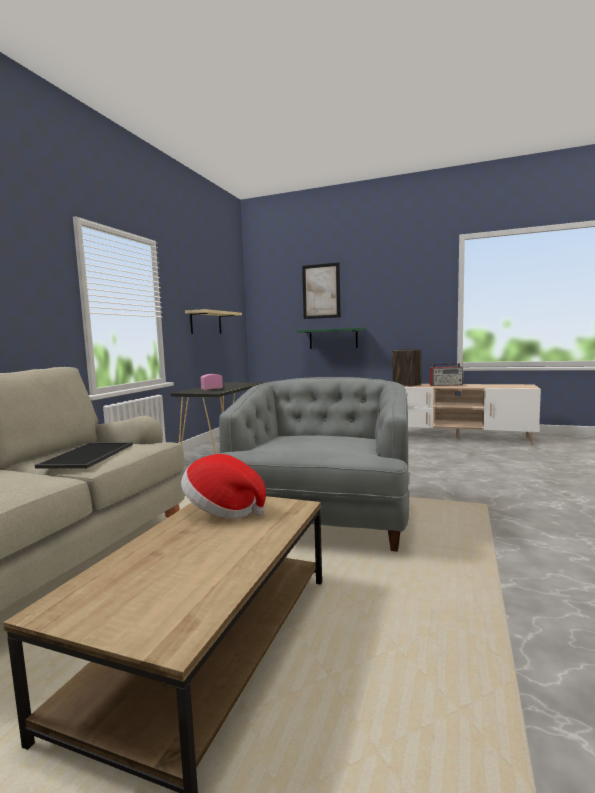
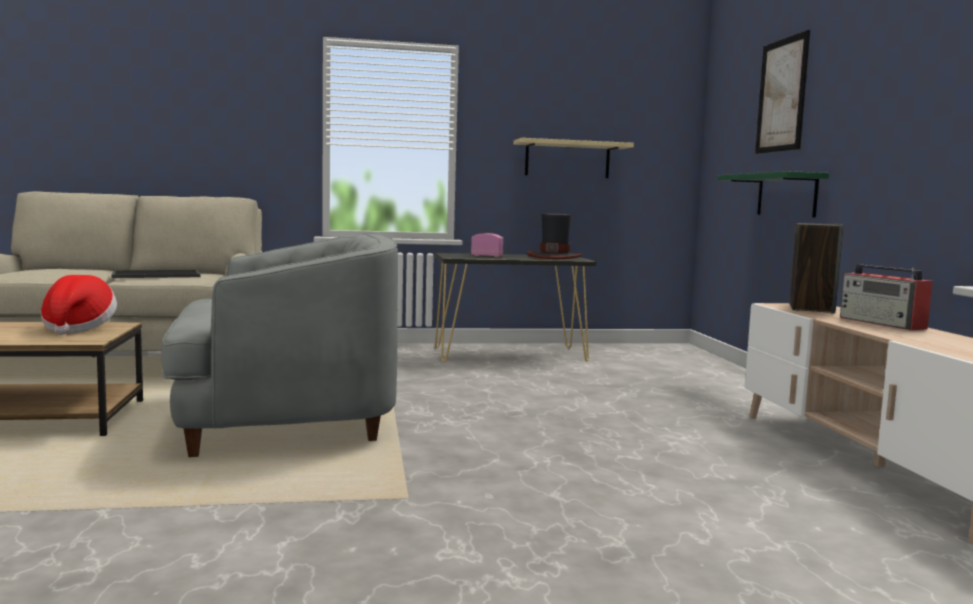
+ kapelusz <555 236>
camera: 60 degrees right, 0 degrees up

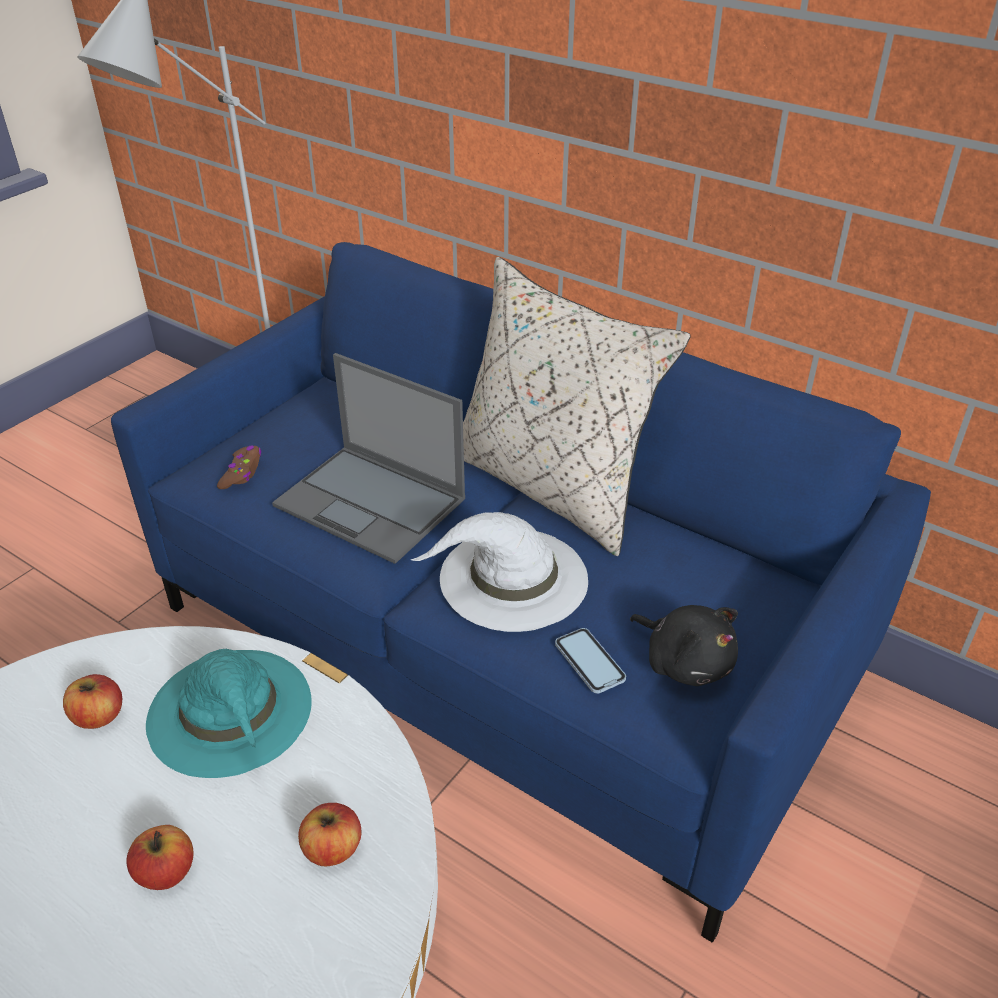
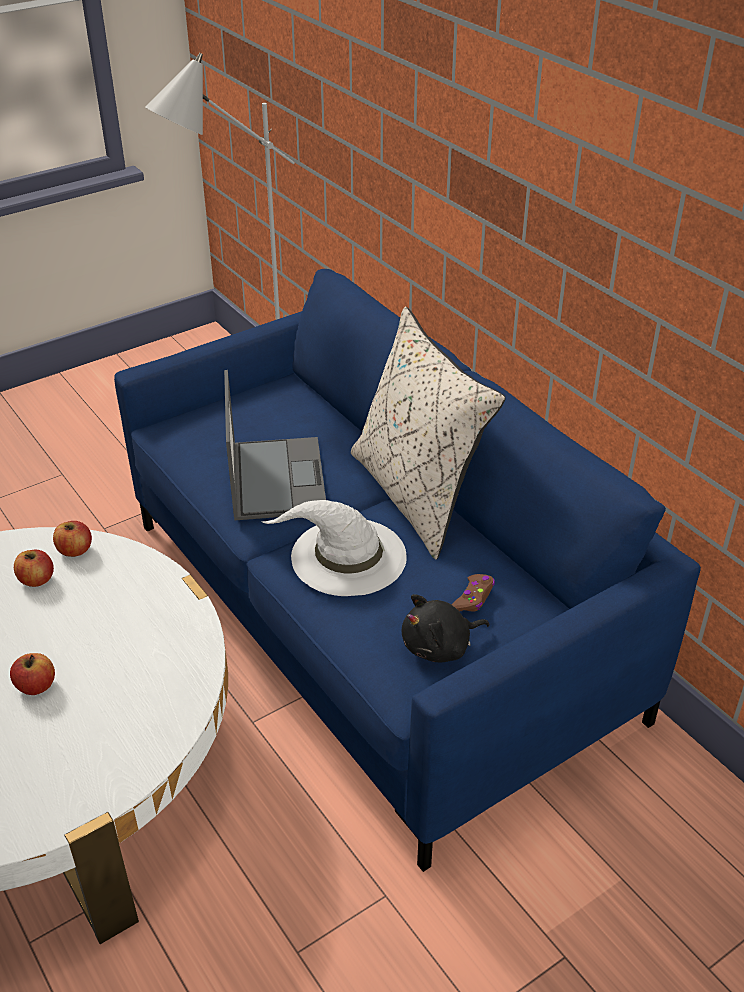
- kapelusz [turkusowy] <229 713>
- telefon <590 661>
~ pad do gier [brązowy] <239 467> to <473 593>
~ jabłko <329 834> to <72 539>
~ laptop <368 458> = <275 445> 150 degrees counterclockwise
~ pluszak [czarny] <684 645> = <446 628> 90 degrees clockwise
camera: 20 degrees right, 0 degrees up

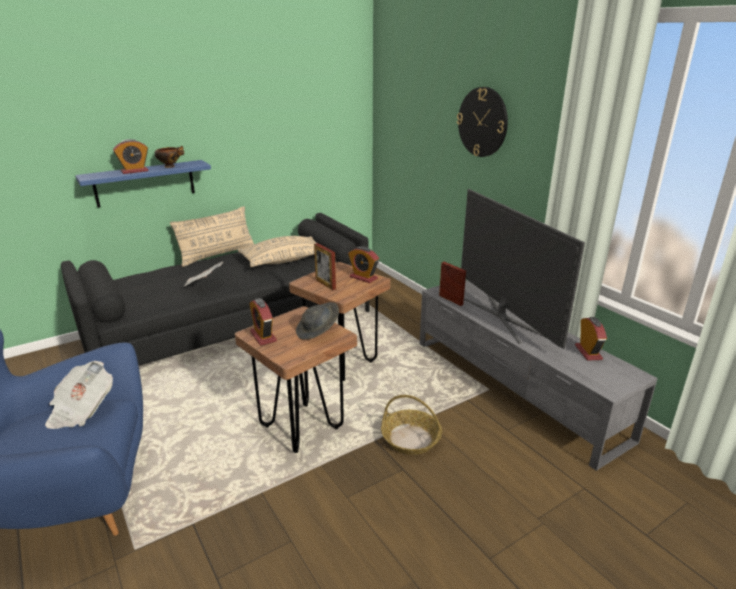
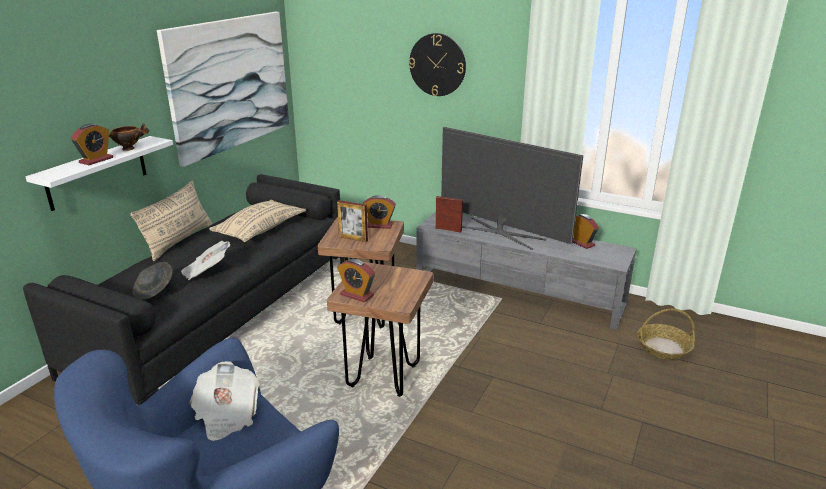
+ obraz <223 89>
~ kapelusz [szary] <317 321> to <153 281>
~ koszyk <411 425> to <666 334>
~ półka [niebieski] <143 183> to półka [biały] <99 173>
camera: 30 degrees left, 0 degrees up

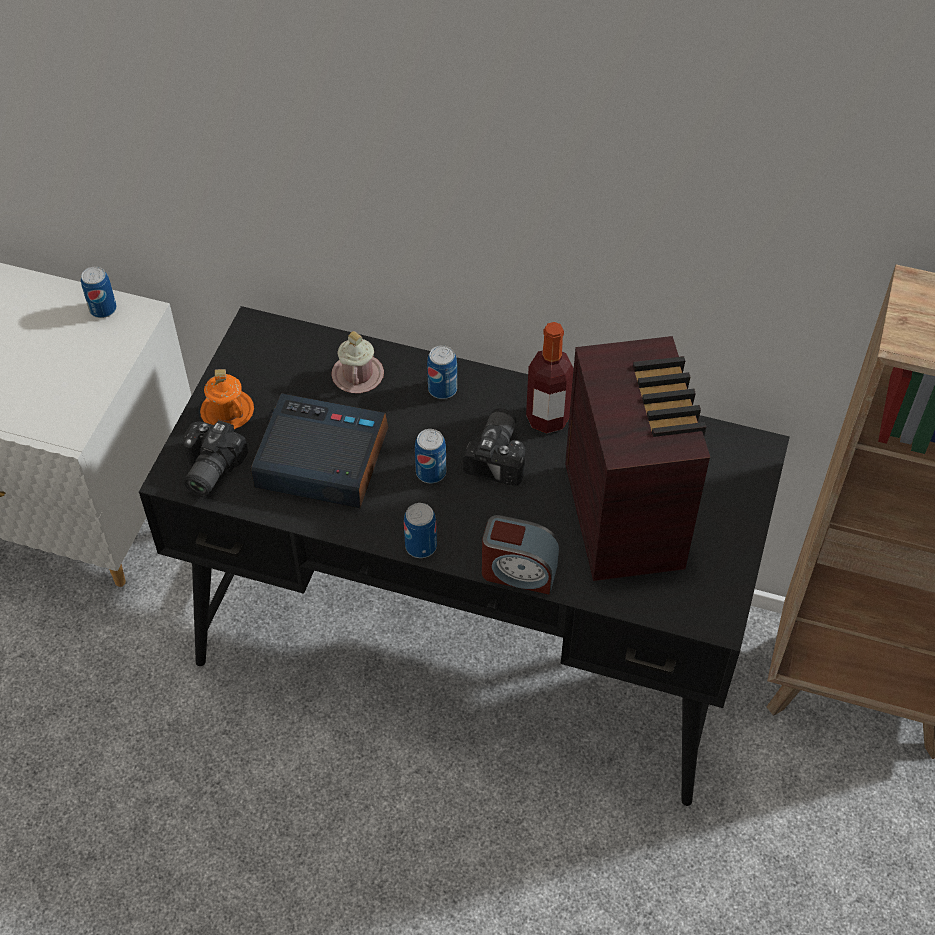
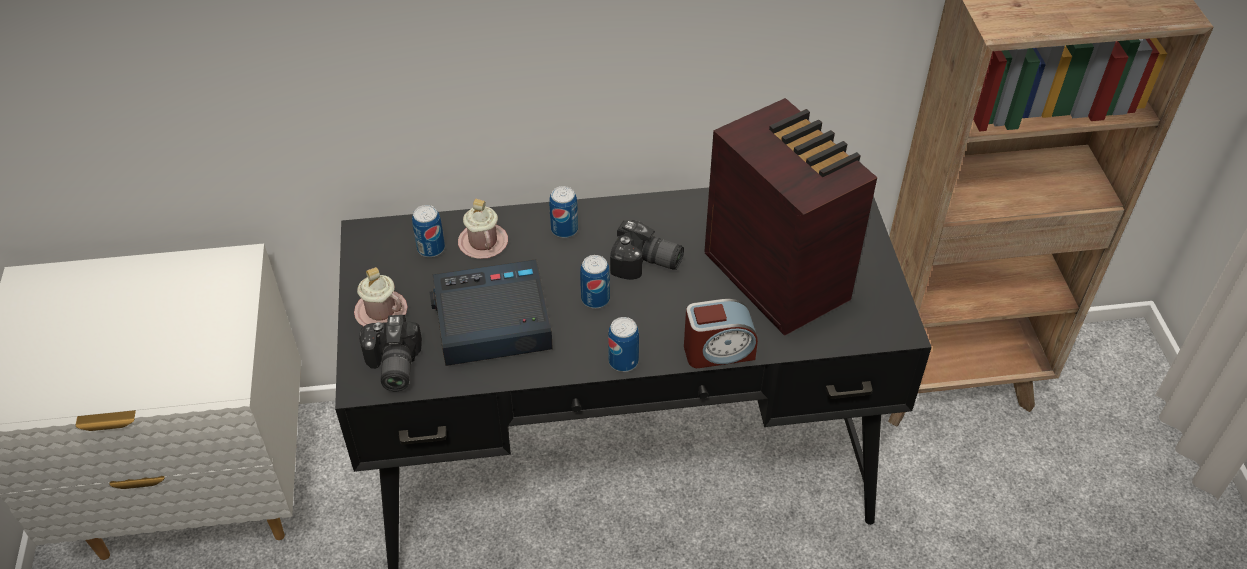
- butelka <550 377>
~ puszka <99 292> to <428 231>
~ kubek [pomarańczowy] <227 399> to kubek [różowy] <380 296>
~ aparat fotograficzny <494 447> = <647 250> 120 degrees clockwise
camera: 25 degrees left, 5 degrees down

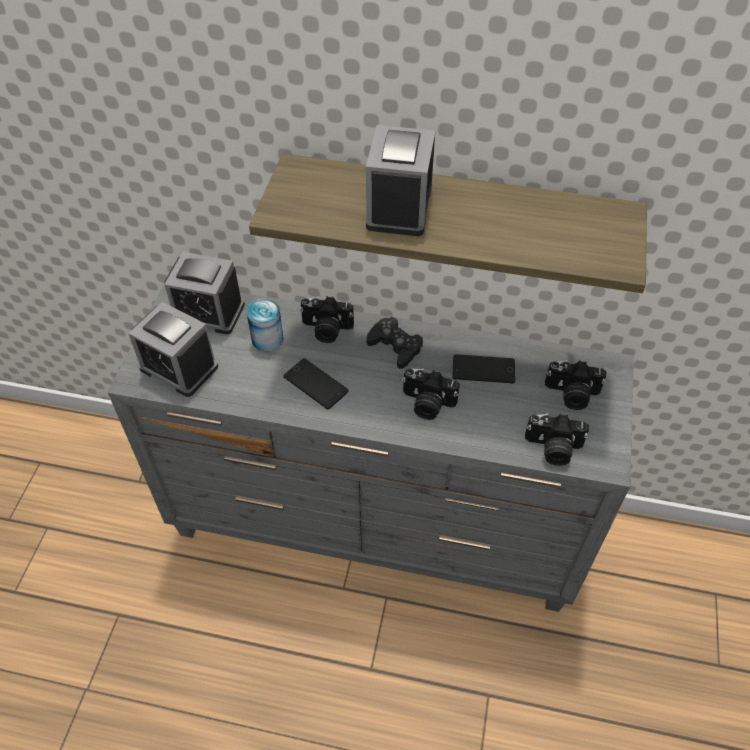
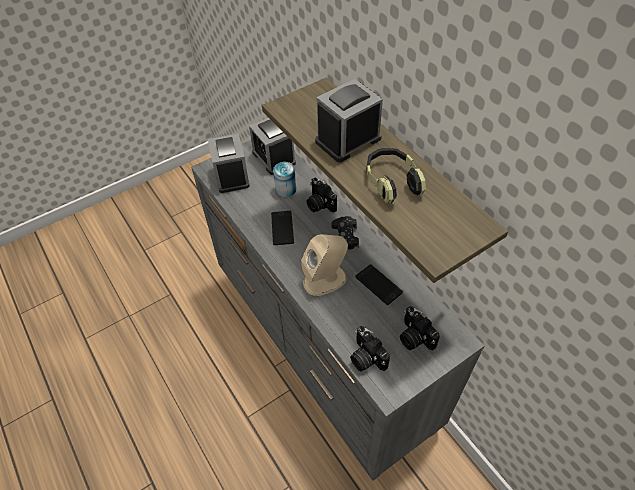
+ słuchawki <396 176>
~ aparat fotograficzny <431 394> to głośnik [beżowy] <324 265>
camera: 45 degrees right, 0 degrees up

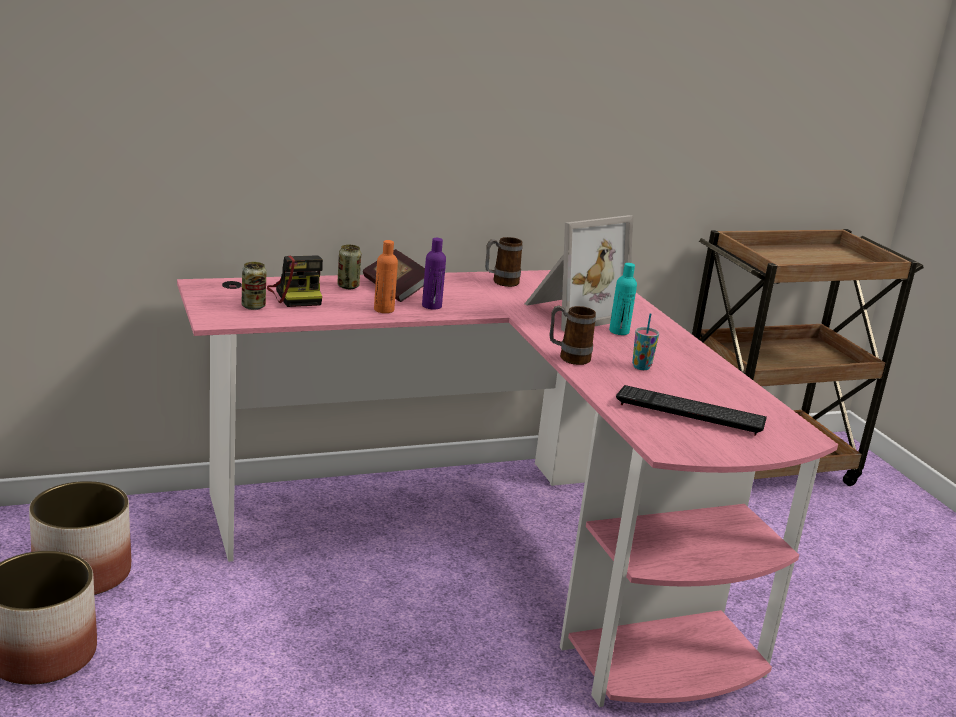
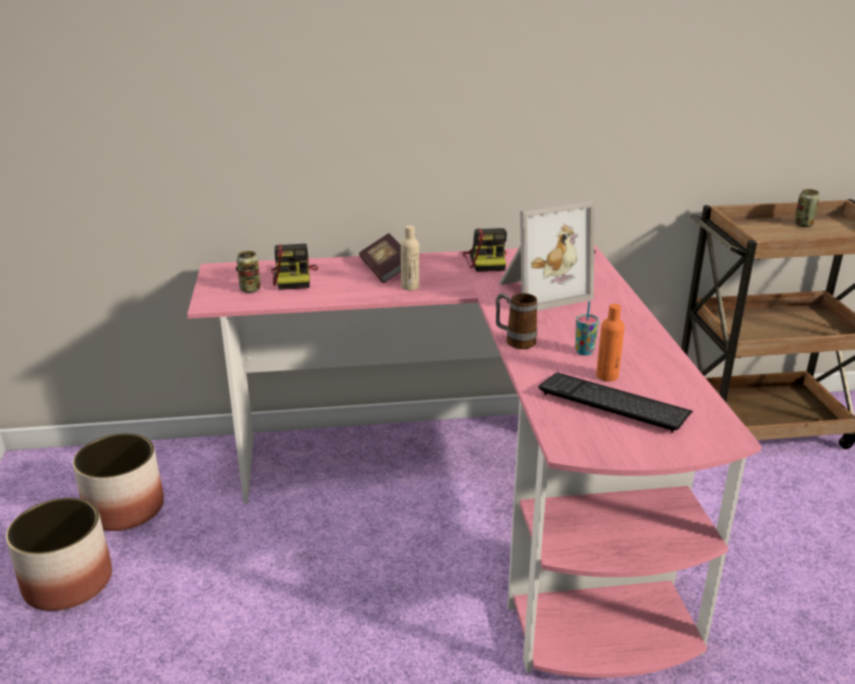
- butelka [turkusowy] <623 299>
~ puszka <349 267> to <807 208>
~ butelka [pomarańczowy] <386 276> to <610 343>
~ kubek <504 262> to aparat fotograficzny <485 250>
~ butelka [fioletowy] <434 273> to butelka [beżowy] <410 257>
camera: 15 degrees right, 5 degrees up

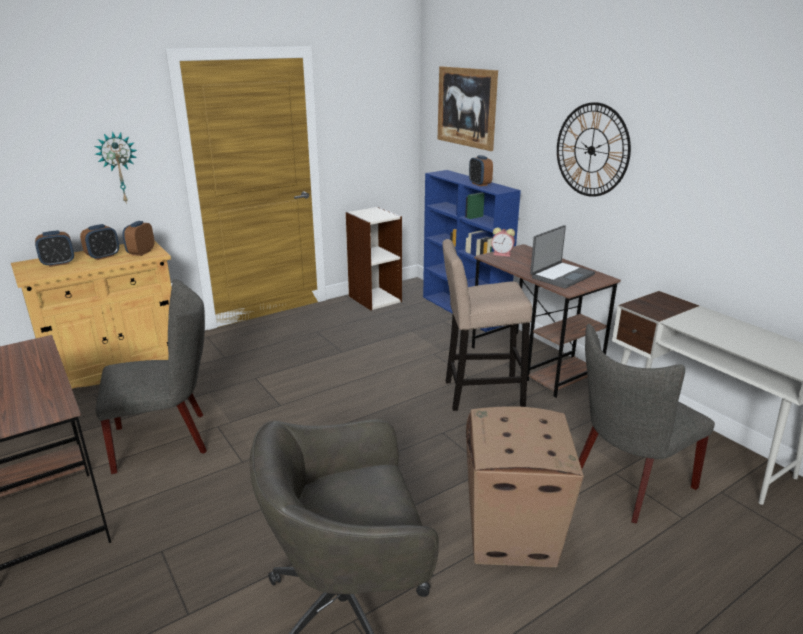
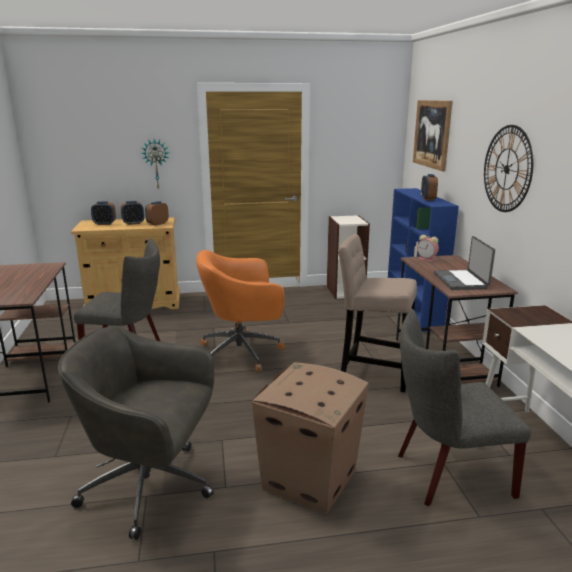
+ krzesło biurowe [pomarańczowy] <240 311>
~ laptop <562 257> = <464 263> 105 degrees clockwise
camera: 25 degrees right, 5 degrees down

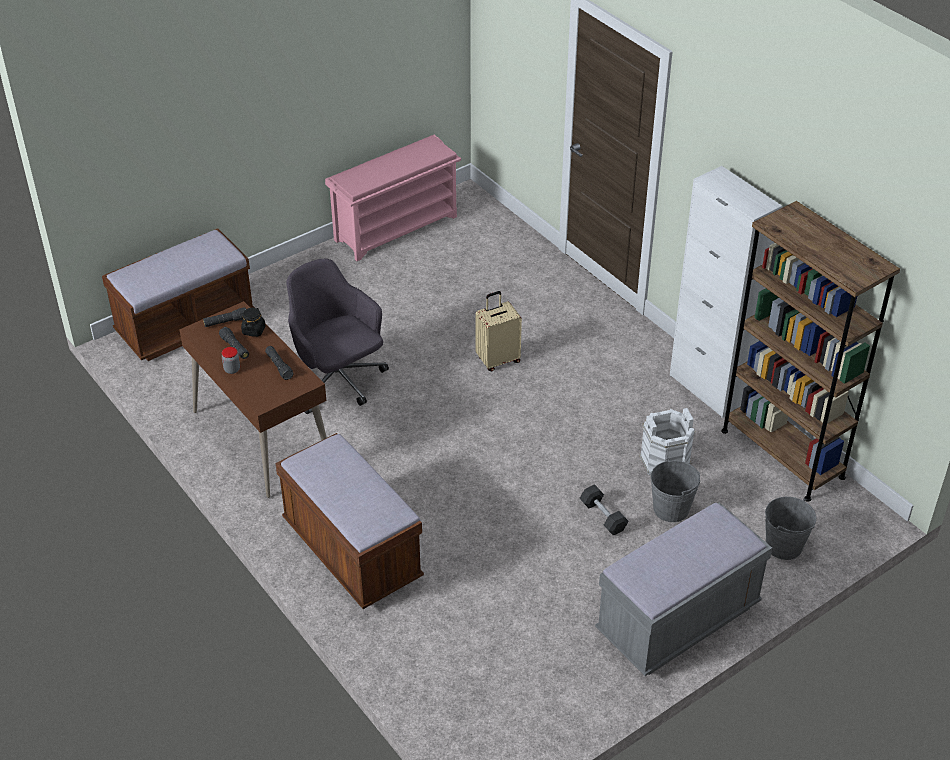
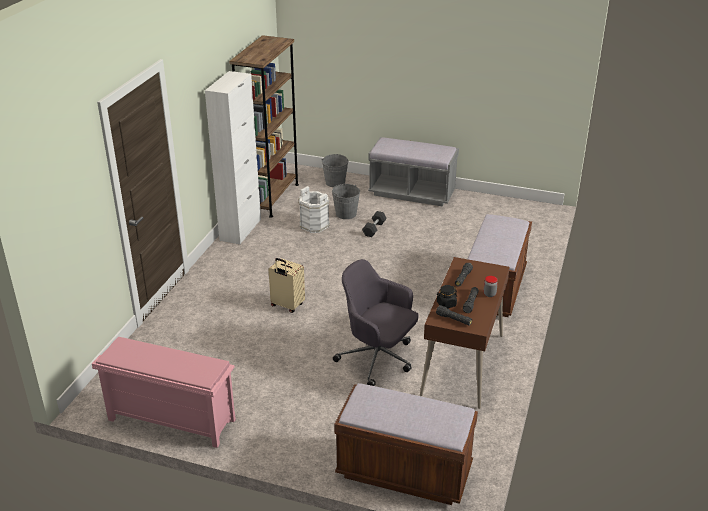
~ krzesło biurowe [szary] <337 336> = <376 322> 105 degrees clockwise
camera: 125 degrees left, 10 degrees down

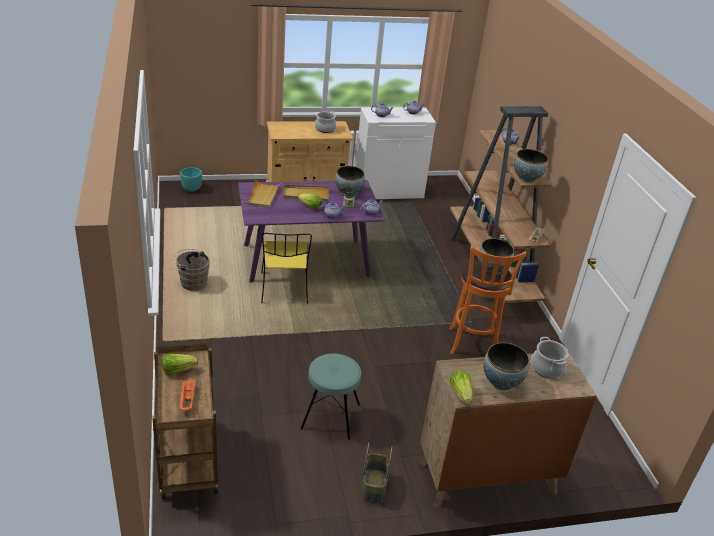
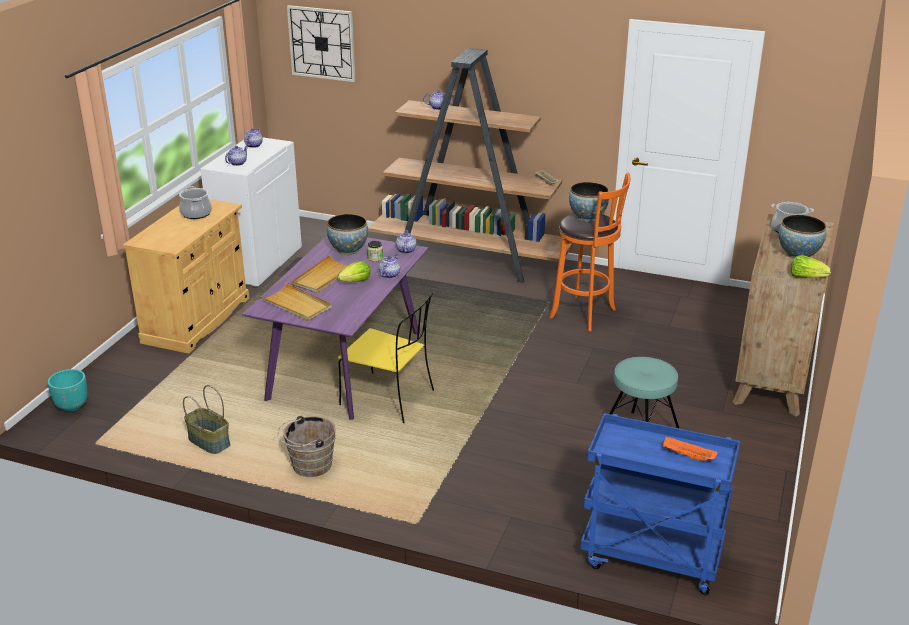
- sałata <180 364>
- miska <531 166>
+ zegar ścienny <321 43>
~ koszyk <377 472> to <206 419>
~ wózek [brązowy] <185 422> to wózek [niebieski] <661 504>
camera: 55 degrees left, 5 degrees down

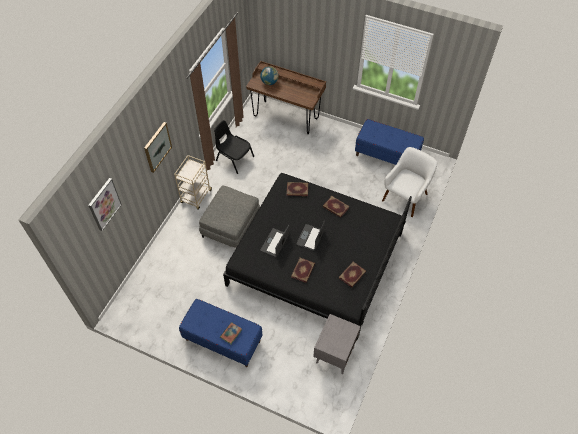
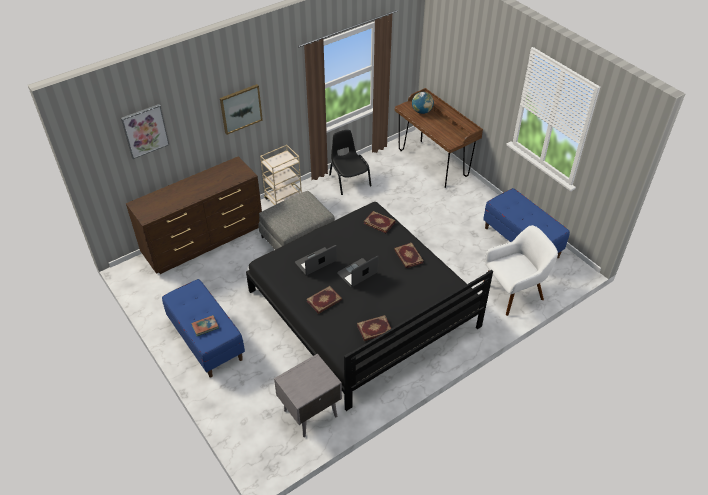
+ komoda [brązowy] <194 215>
camera: 30 degrees right, 10 degrees down

